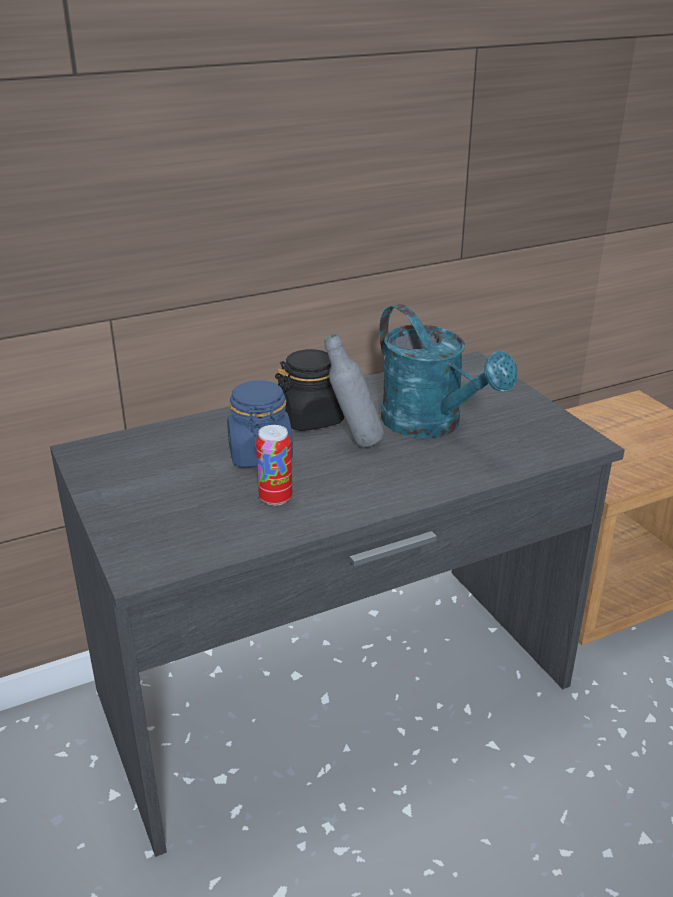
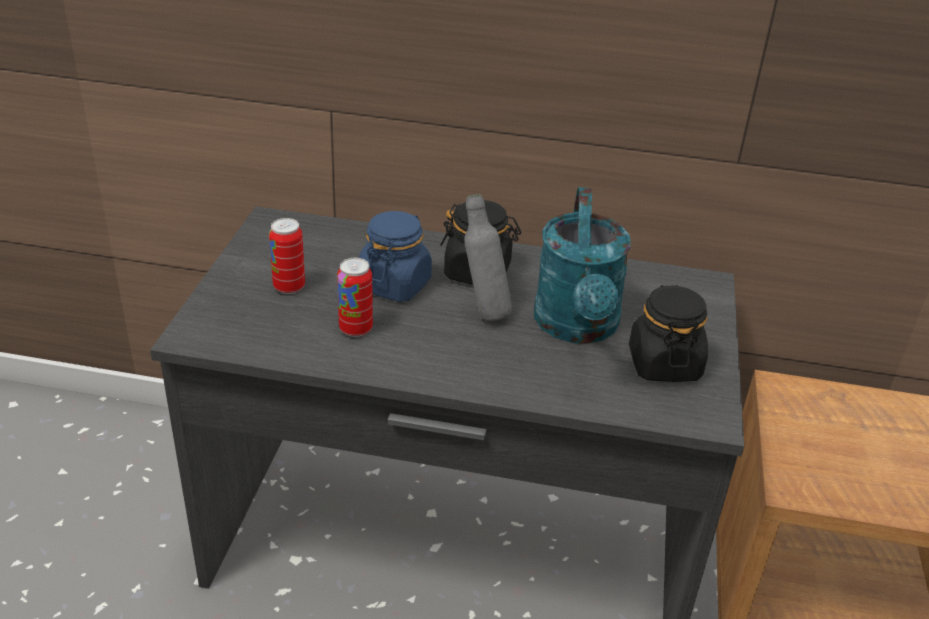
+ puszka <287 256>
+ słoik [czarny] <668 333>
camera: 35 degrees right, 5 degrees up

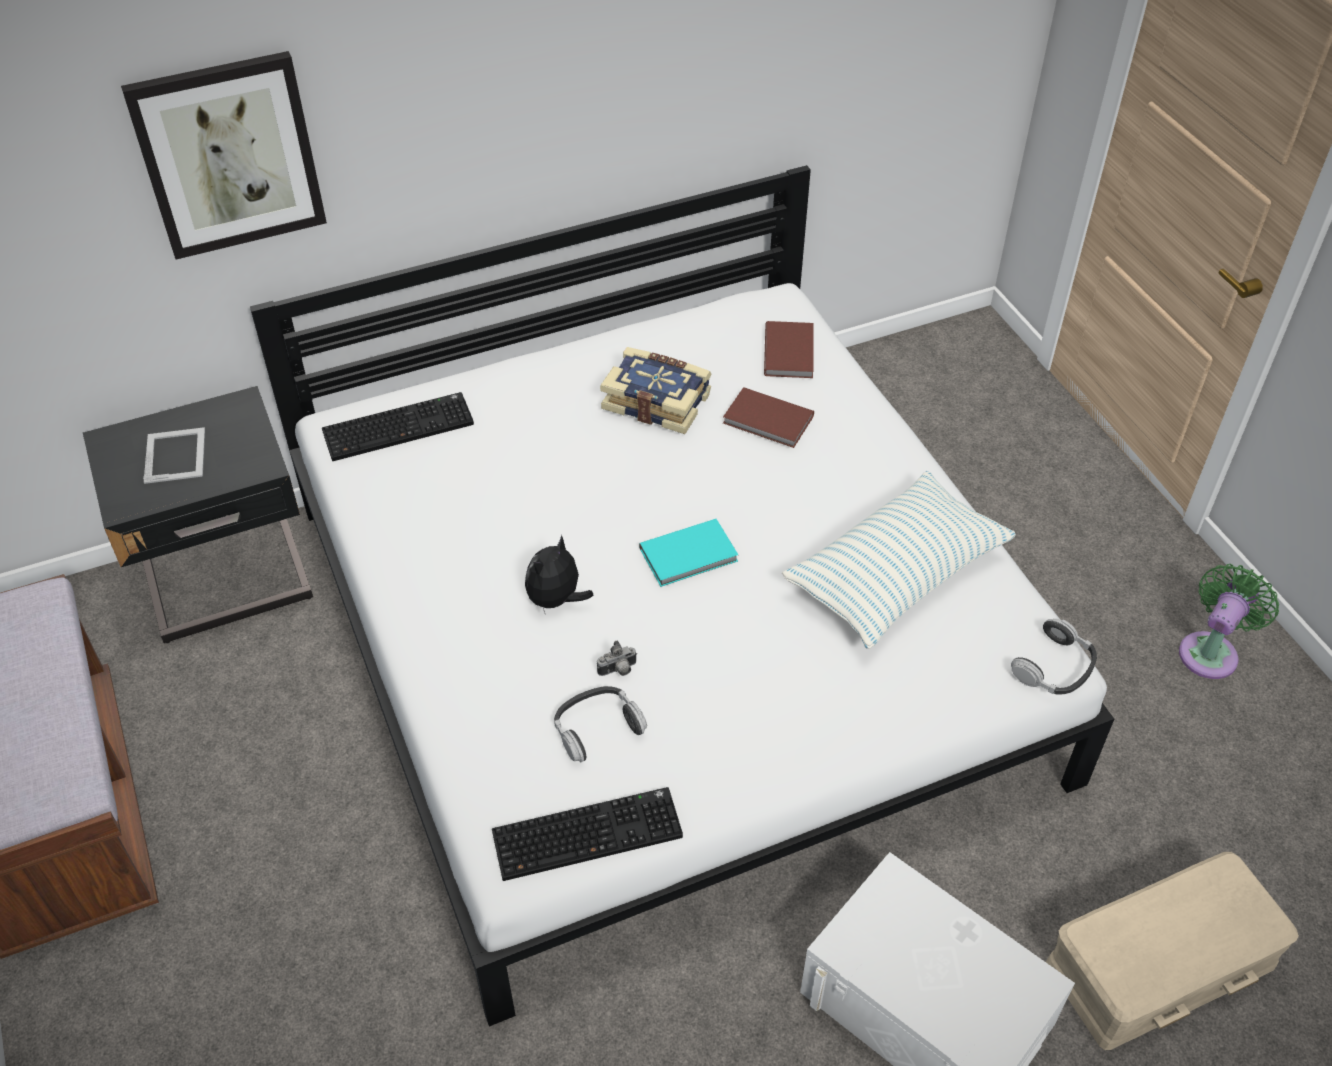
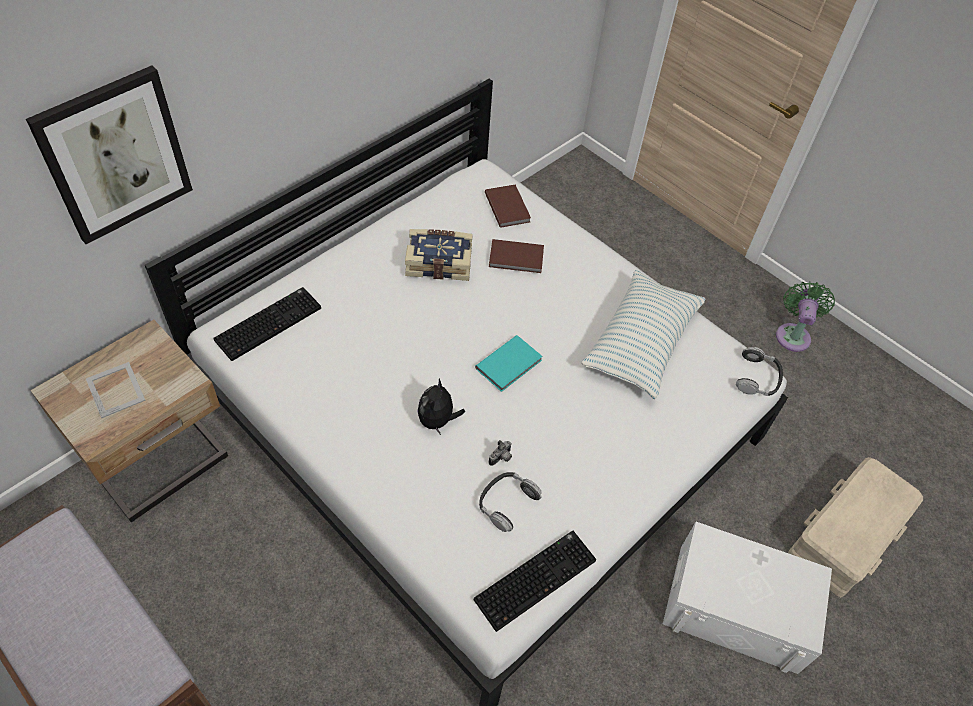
~ szafka nocna [czarny] <198 514> to szafka nocna [beżowy] <129 421>
camera: 25 degrees left, 5 degrees up

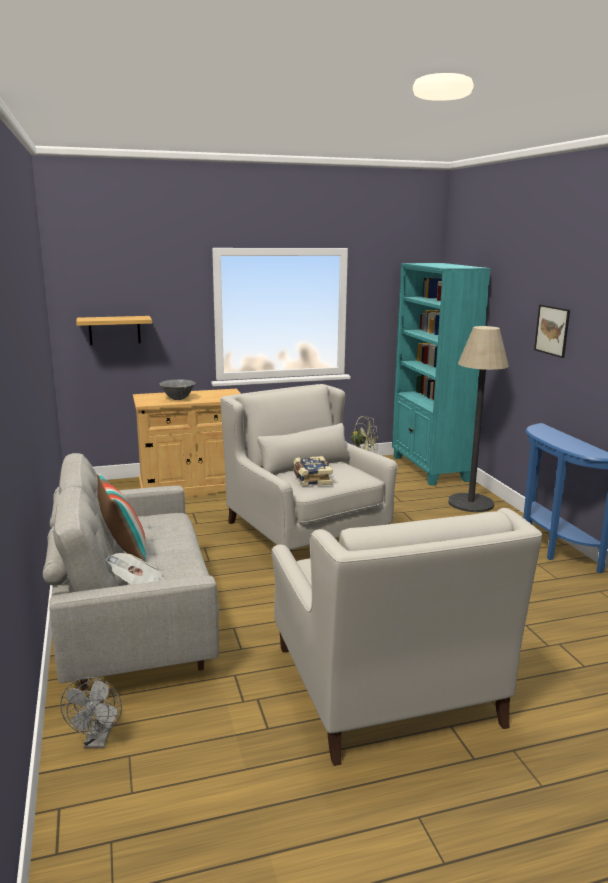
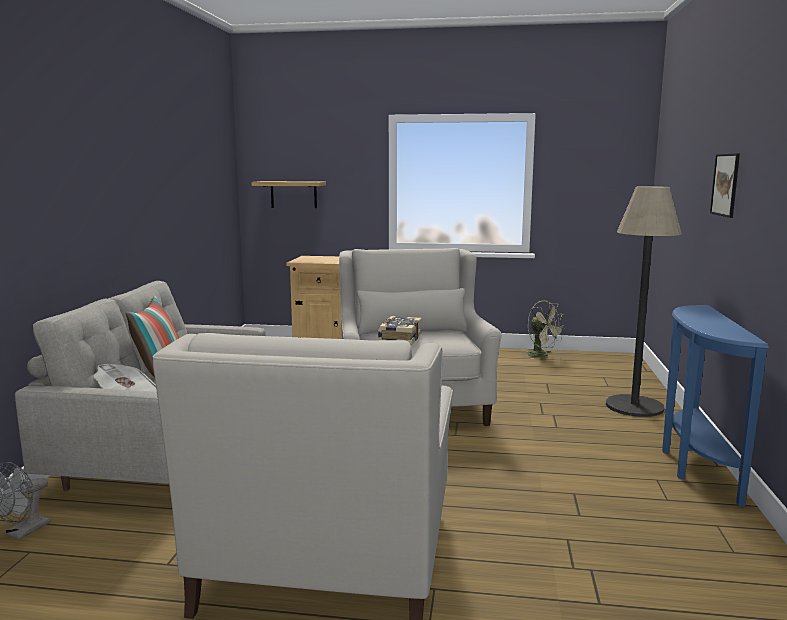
- miska [szary] <177 390>
- regał [turkusowy] <441 374>
camera: 25 degrees right, 5 degrees down

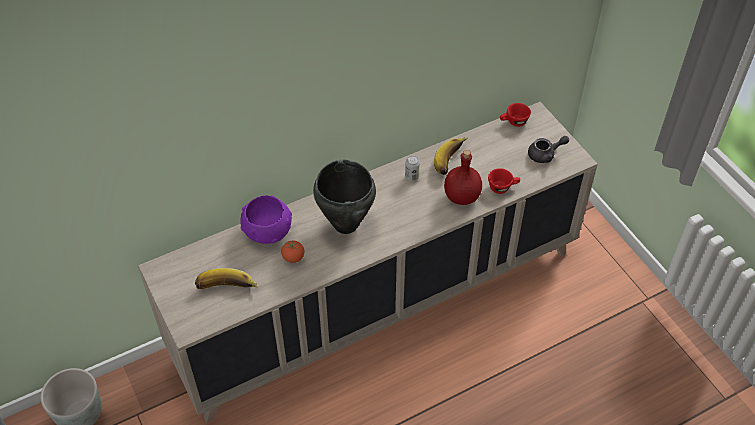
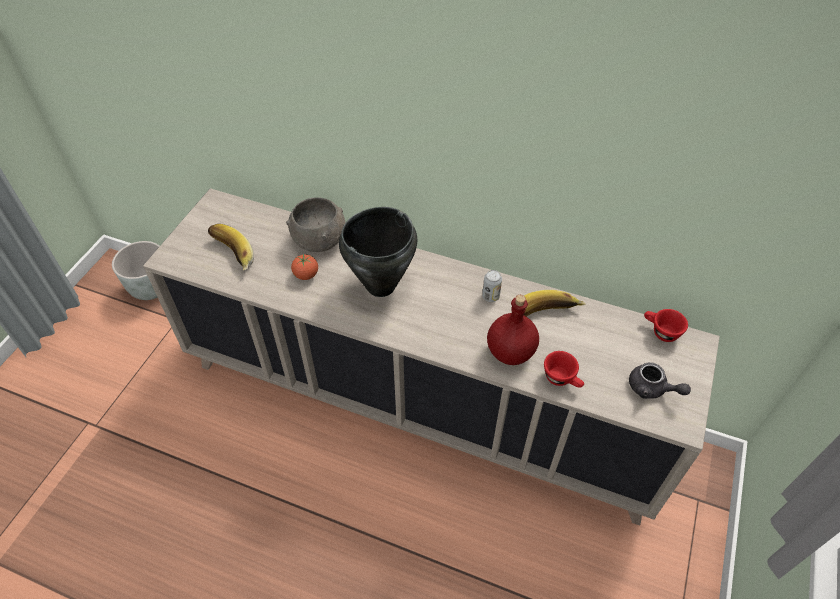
~ miska [fioletowy] <266 220> to miska [szary] <316 224>
camera: 50 degrees right, 0 degrees up

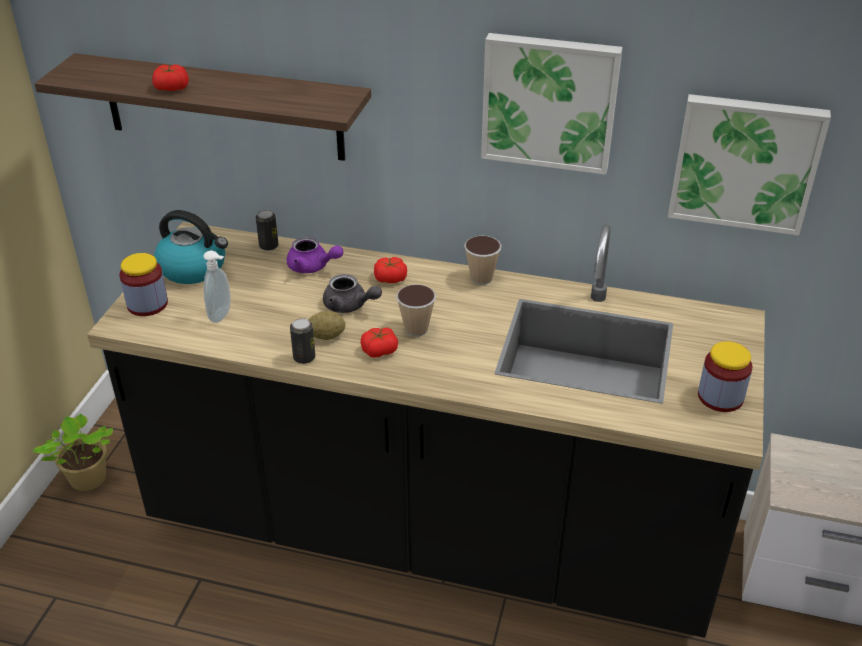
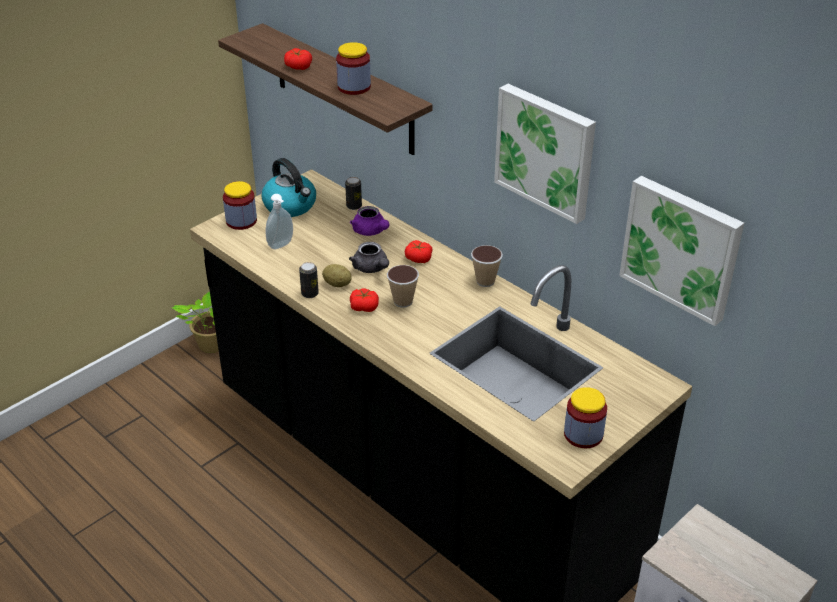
+ słoik <353 68>
camera: 30 degrees right, 0 degrees up

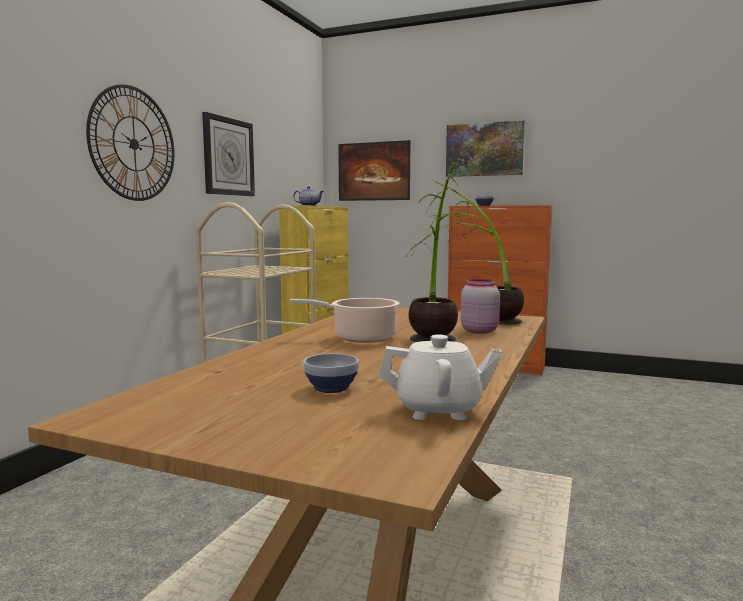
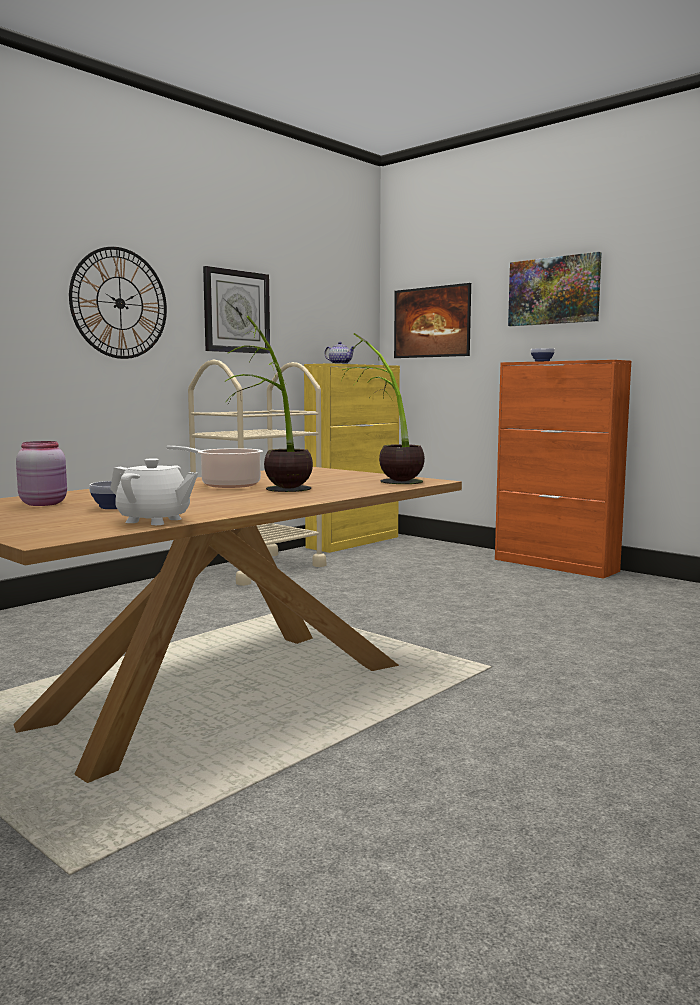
~ słoik [różowy] <480 306> to <41 473>
camera: 20 degrees right, 0 degrees up

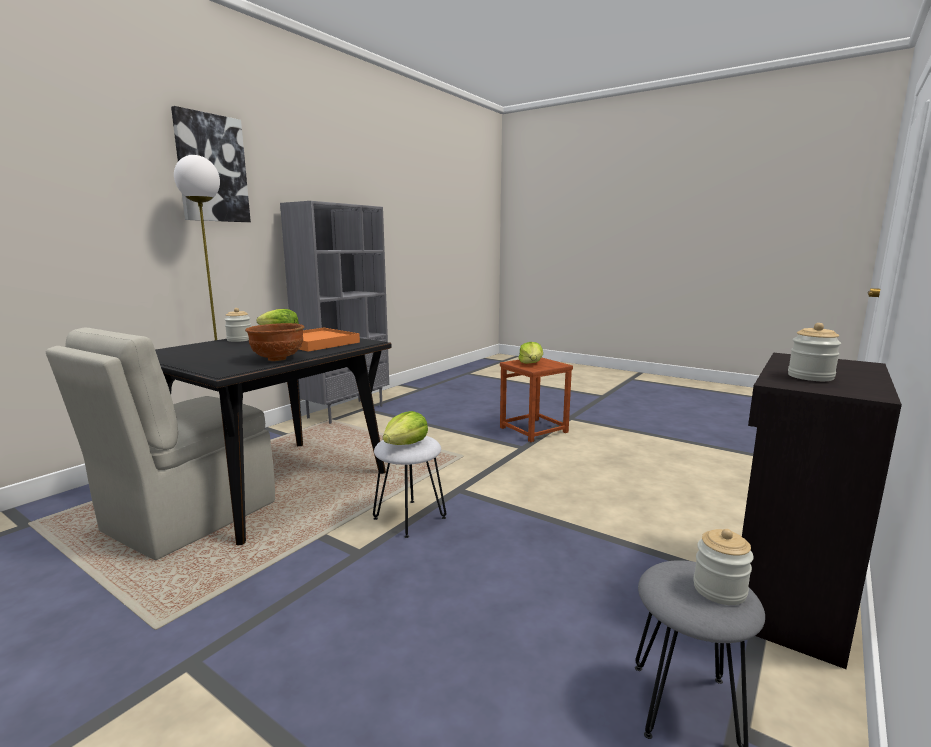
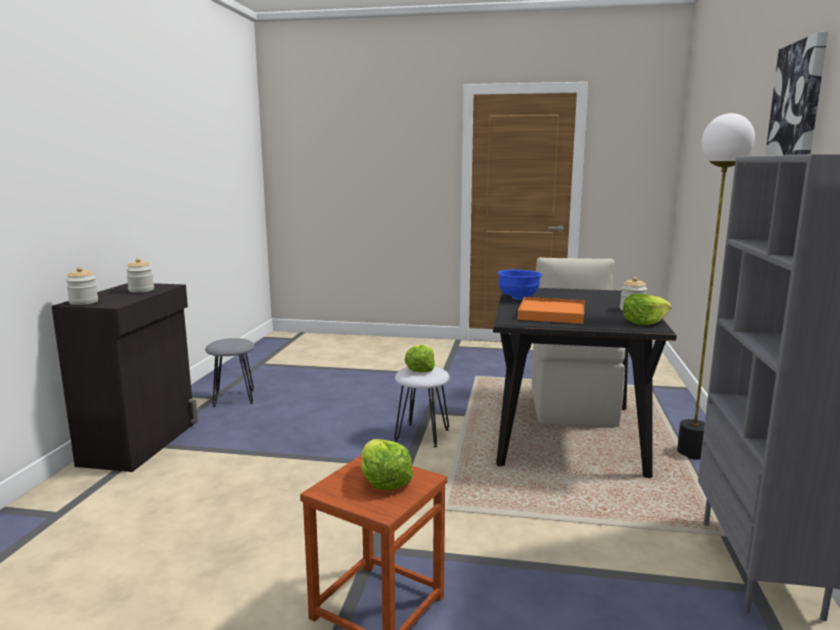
~ słoik <723 567> to <82 286>
~ miska [brązowy] <274 342> to miska [niebieski] <520 284>
camera: 155 degrees right, 0 degrees up

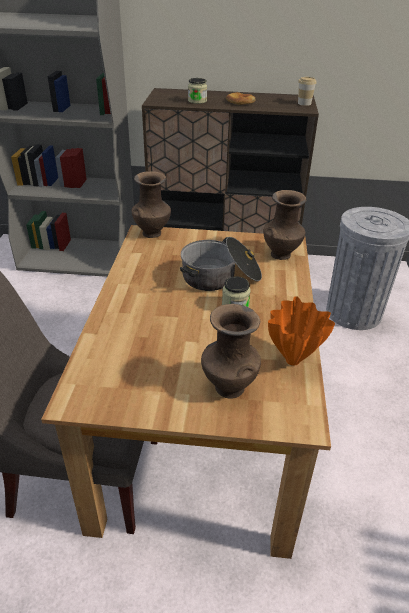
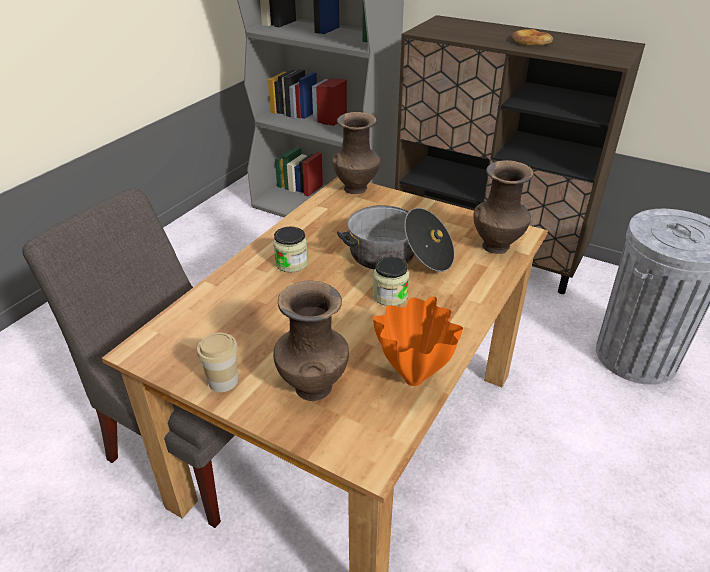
~ słoik <197 91> to <290 250>
~ filiżanka <307 91> to <217 362>
camera: 25 degrees right, 0 degrees up

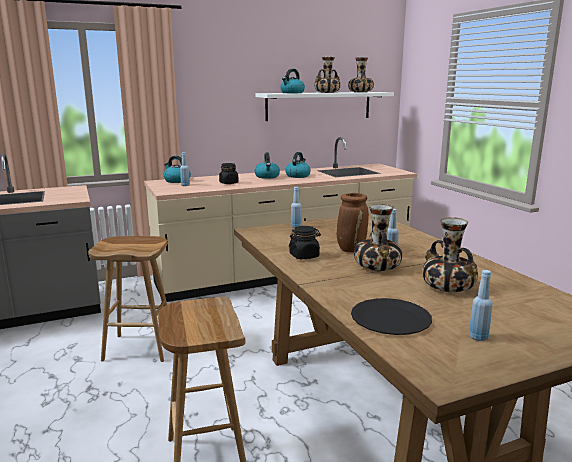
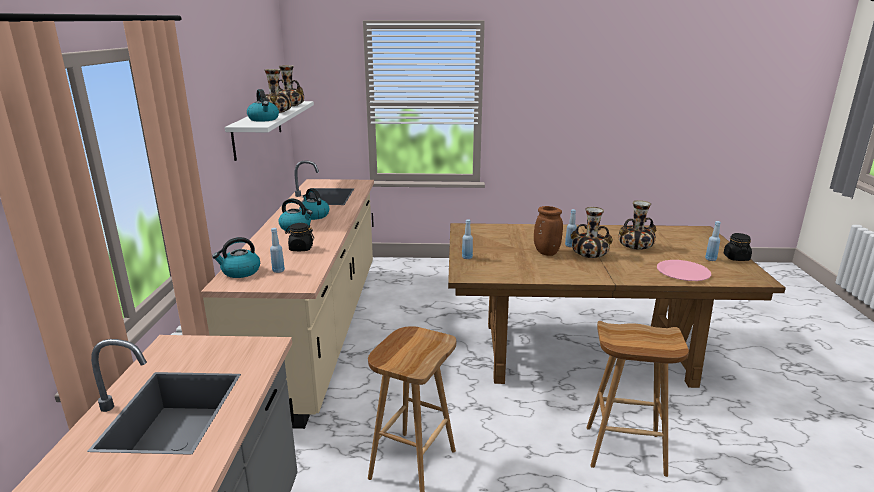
~ słoik [czarny] <305 242> to <738 247>
~ talerz [czarny] <391 316> to talerz [różowy] <684 270>
camera: 65 degrees left, 5 degrees up

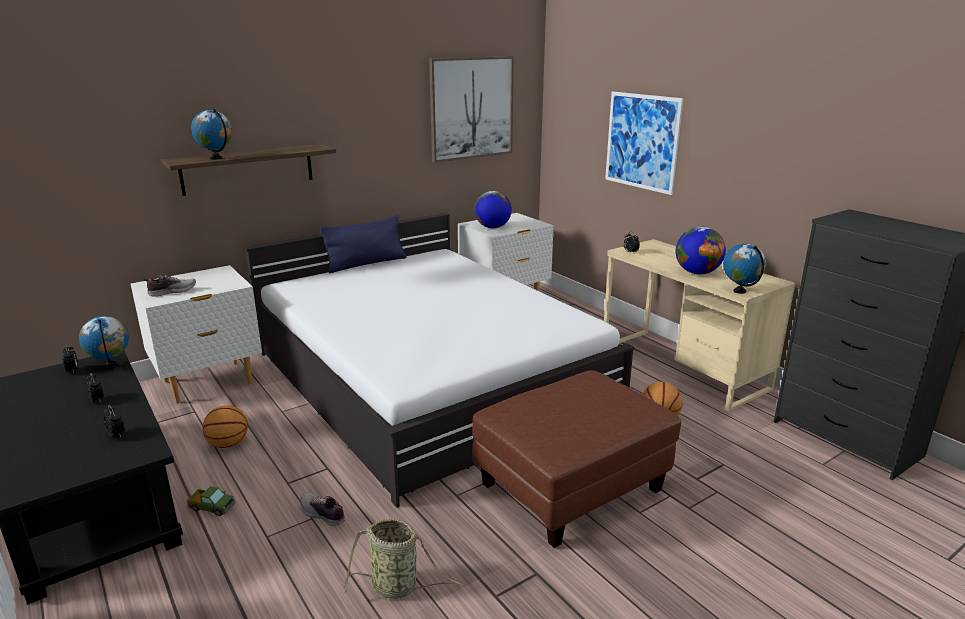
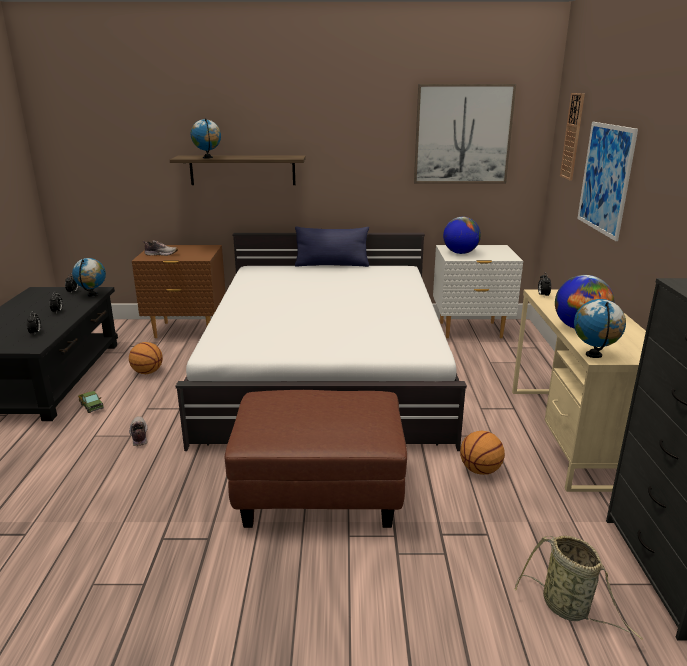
+ zegar ścienny <572 137>
~ koszyk <404 558> to <579 588>
~ szafka nocna [biały] <196 334> to szafka nocna [brązowy] <179 291>
camera: 35 degrees right, 0 degrees up

